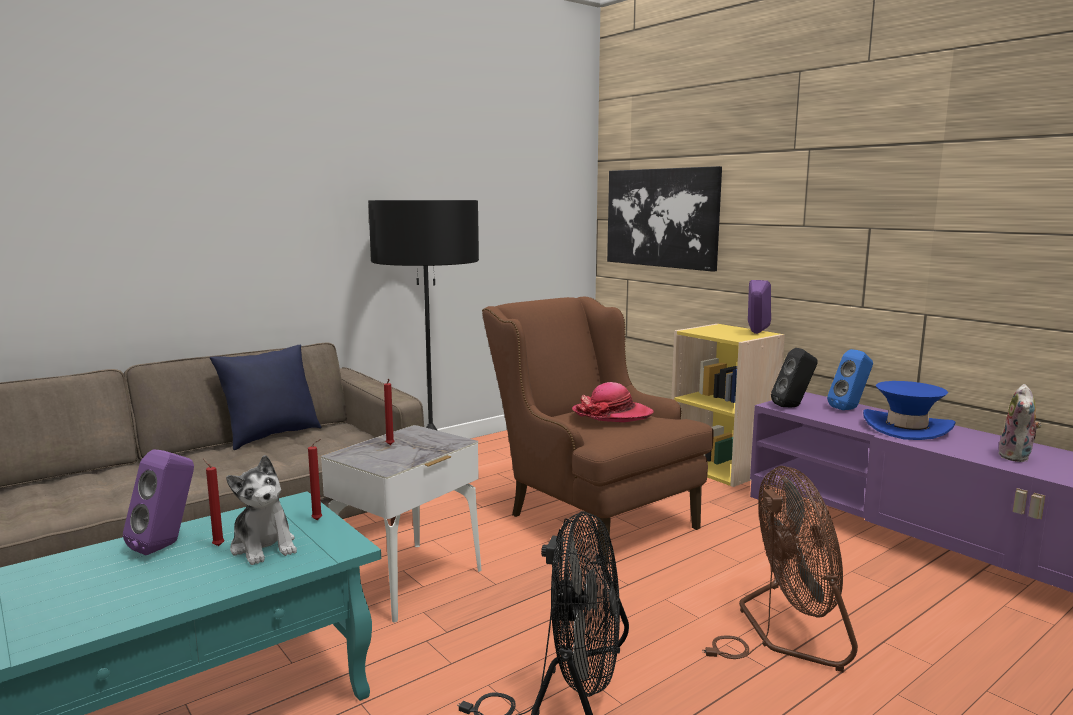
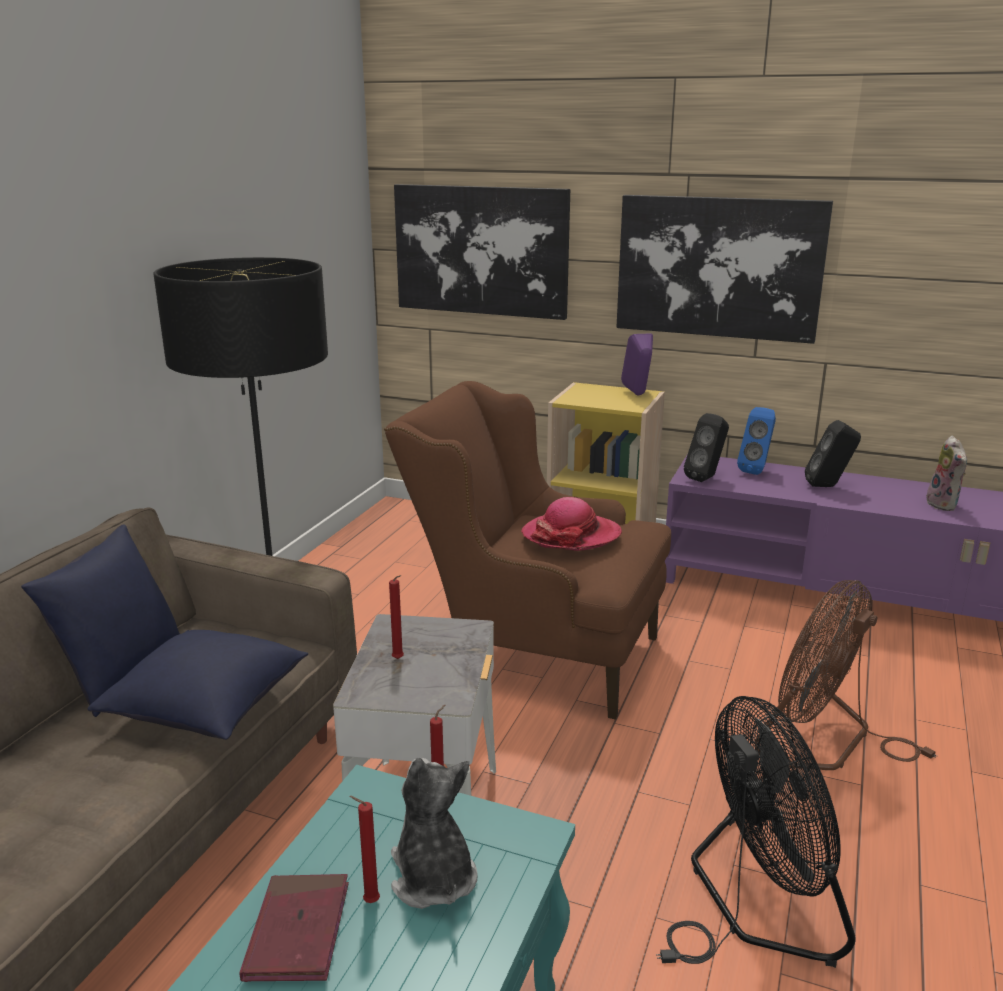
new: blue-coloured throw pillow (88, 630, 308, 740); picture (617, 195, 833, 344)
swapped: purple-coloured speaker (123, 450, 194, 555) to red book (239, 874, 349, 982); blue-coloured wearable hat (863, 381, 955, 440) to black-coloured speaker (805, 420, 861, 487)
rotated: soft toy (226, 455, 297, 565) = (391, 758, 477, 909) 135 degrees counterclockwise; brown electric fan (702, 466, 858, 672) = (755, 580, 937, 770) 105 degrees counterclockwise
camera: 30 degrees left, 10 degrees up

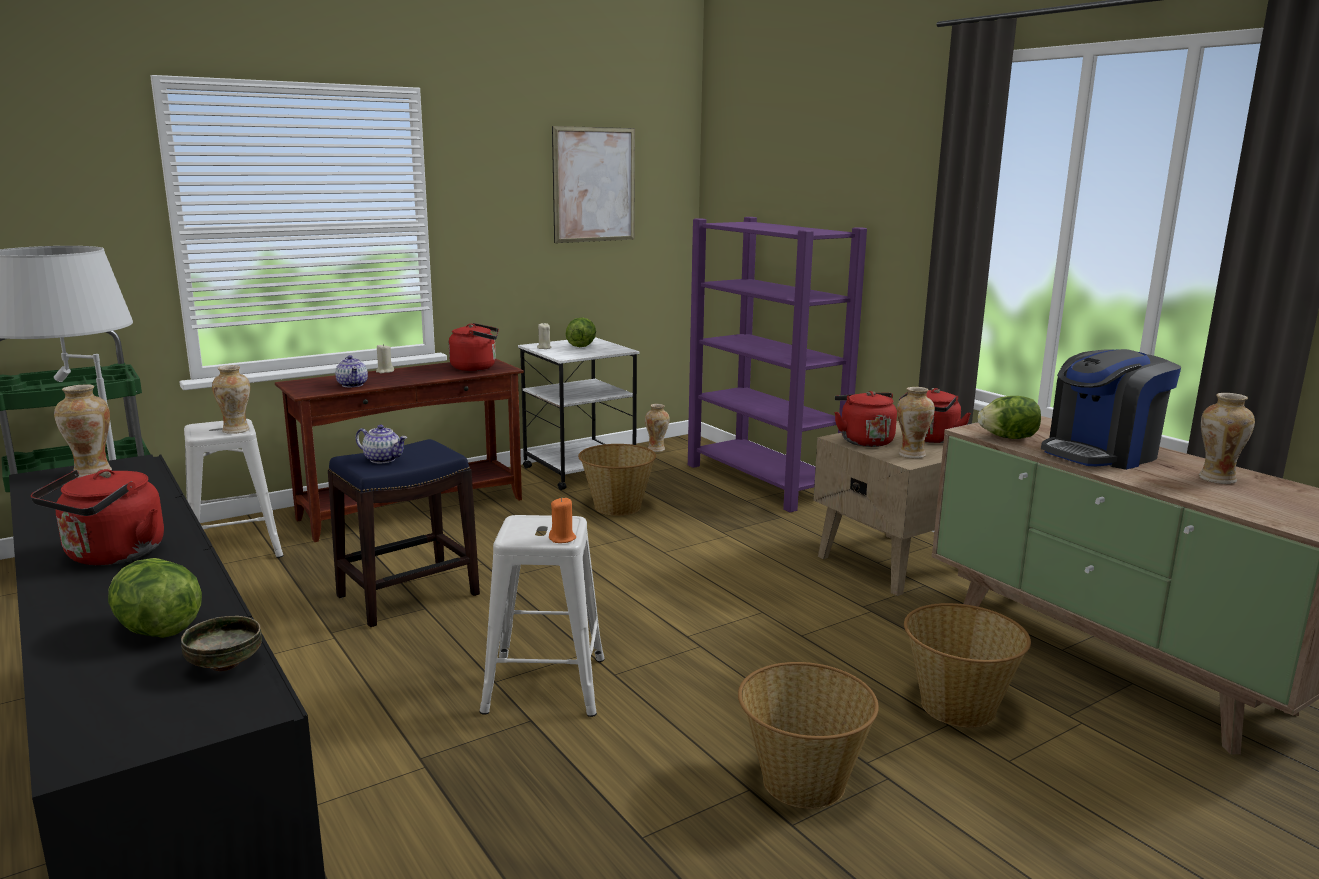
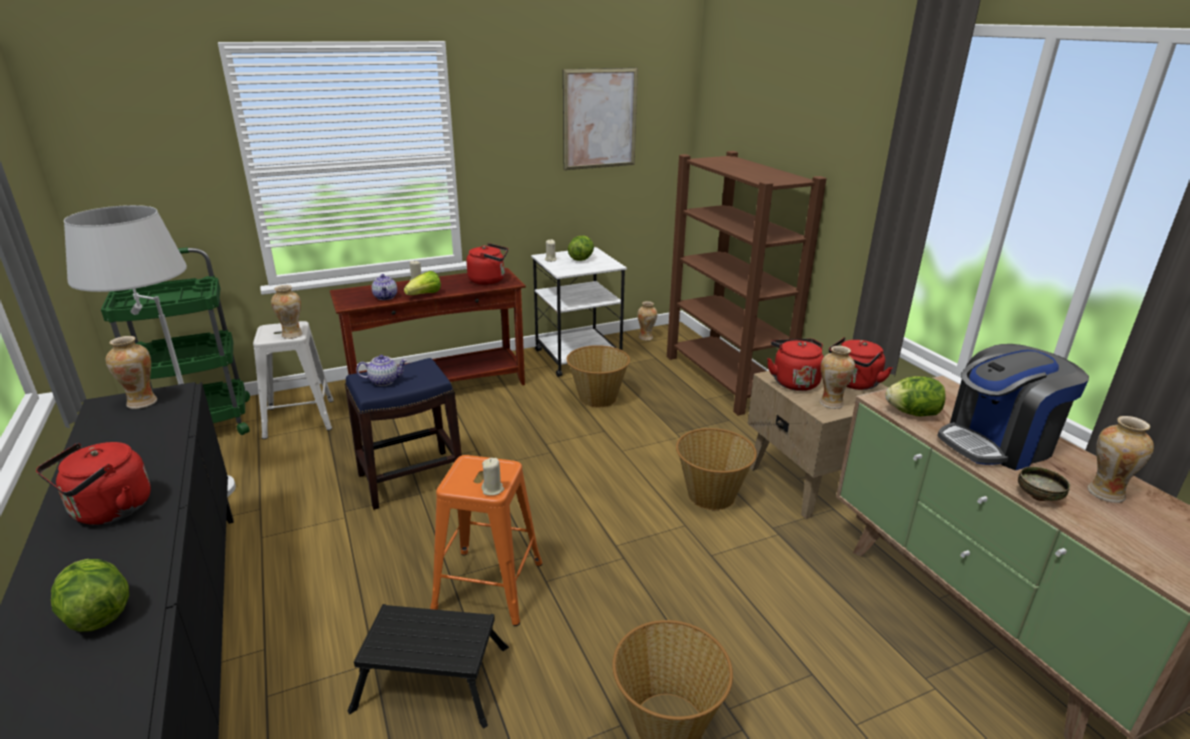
new: black-coloured step stool (347, 604, 509, 729); lettuce head (404, 271, 441, 295)
shifted: bowl (181, 616, 262, 671) to (1018, 466, 1070, 501); basket (904, 603, 1031, 728) to (676, 428, 757, 510)
repainted: white sitting stool (480, 515, 605, 717) to orange-coloured sitting stool (430, 455, 543, 626); orange-coloured wax candle (549, 498, 576, 543) to sand-coloured wax candle (482, 458, 504, 496); purple-coloured shelving unit (688, 217, 867, 512) to brown shelving unit (667, 151, 827, 416)
rotated: pot for tea (356, 424, 407, 463) = (356, 355, 407, 386) 45 degrees counterclockwise
camera: 10 degrees right, 10 degrees up

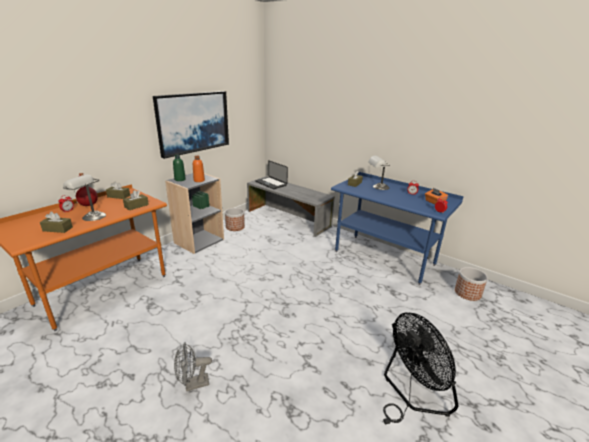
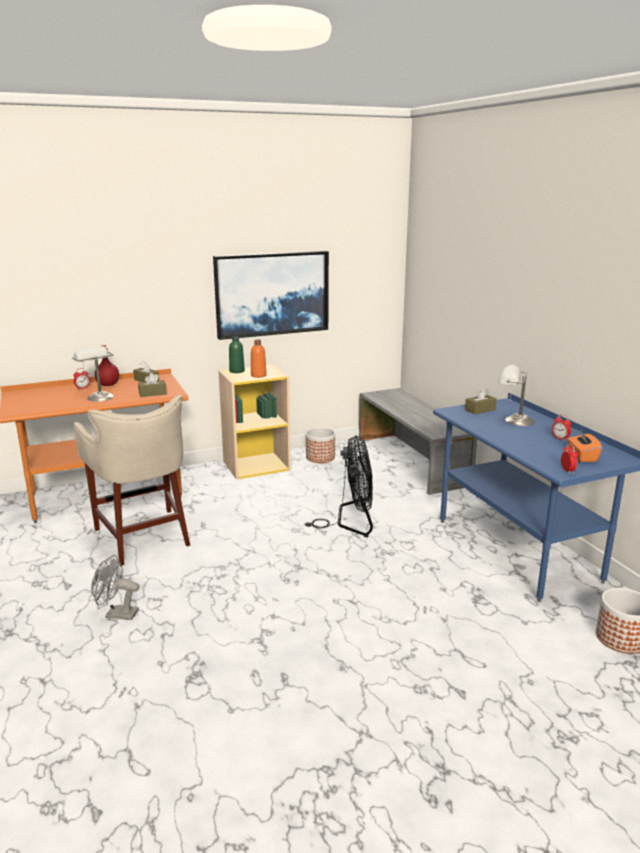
gone: brown box of tissues (40, 212, 73, 233); laptop (255, 161, 288, 189)
new: sand-coloured sitting stool (73, 395, 190, 566)
shifted: black-coloured electric fan (383, 313, 458, 424) to (305, 435, 373, 538)
repainted: gray shelving unit (165, 173, 224, 254) to yellow-coloured shelving unit (218, 364, 291, 480)
camera: 30 degrees right, 5 degrees down

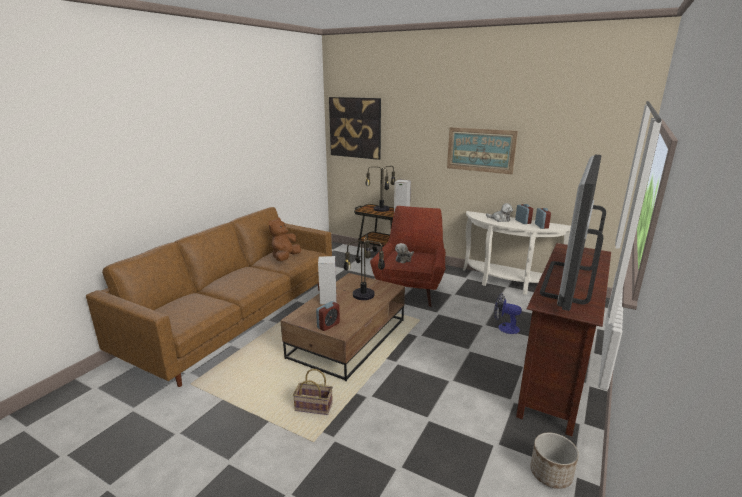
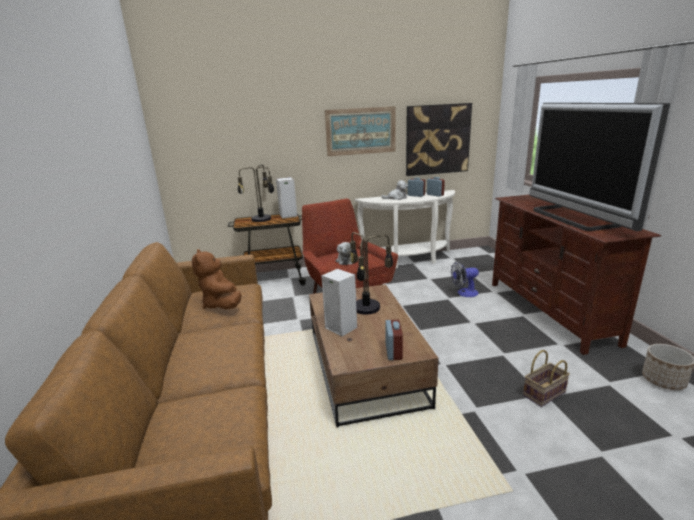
shifted: basket (293, 369, 333, 415) to (523, 350, 570, 407); picture (329, 97, 381, 160) to (406, 103, 472, 176)
camera: 40 degrees left, 0 degrees up

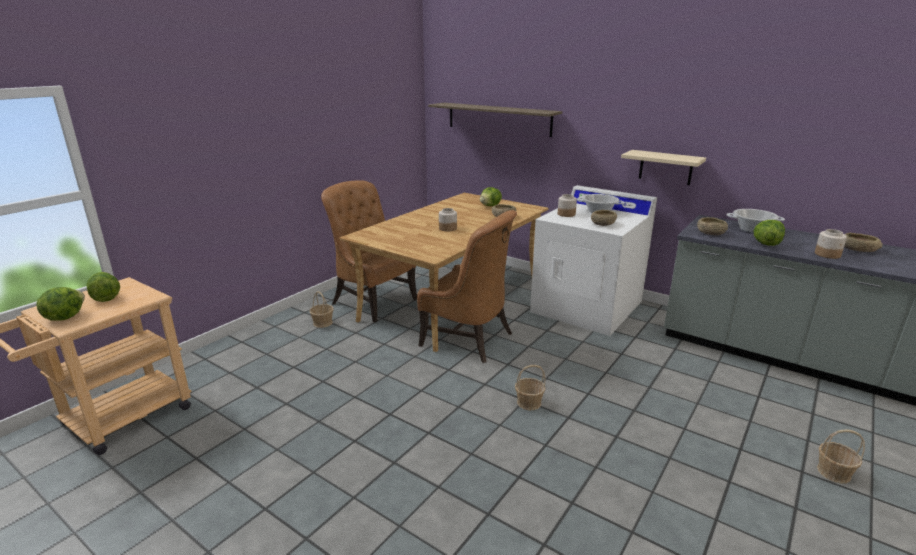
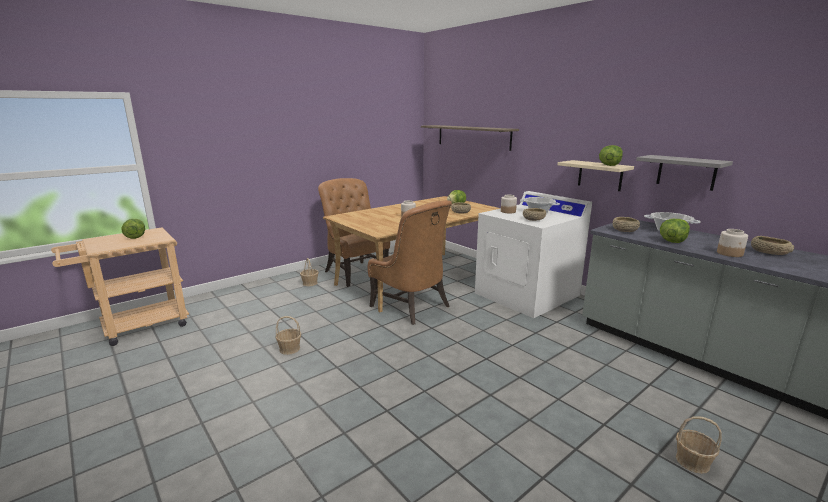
new: gray shelf (636, 155, 733, 191)
shifted: lettuce head (37, 287, 85, 321) to (599, 145, 623, 166); basket (515, 365, 546, 410) to (275, 316, 301, 355)
camera: 15 degrees right, 5 degrees down

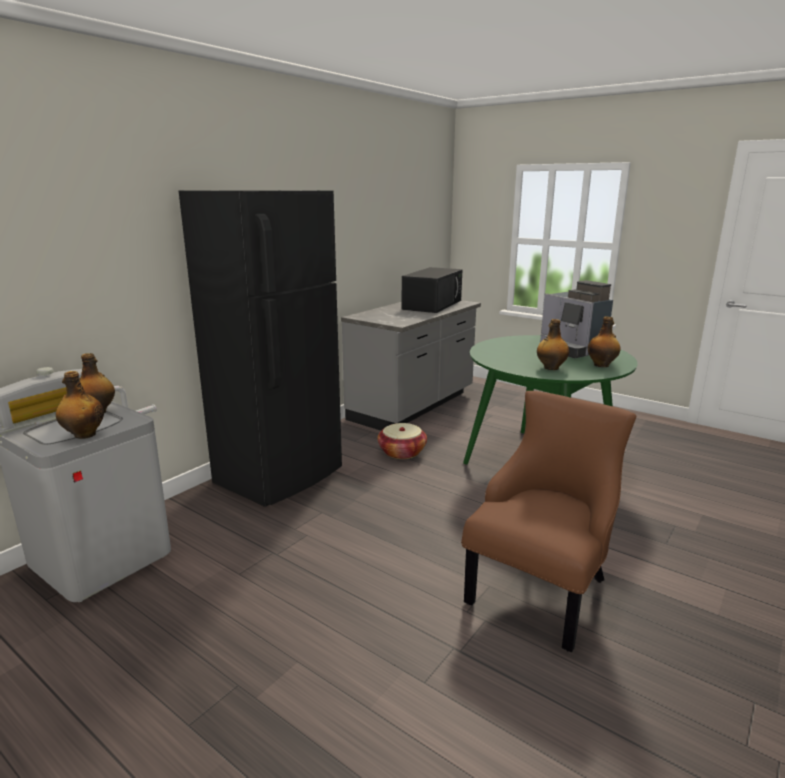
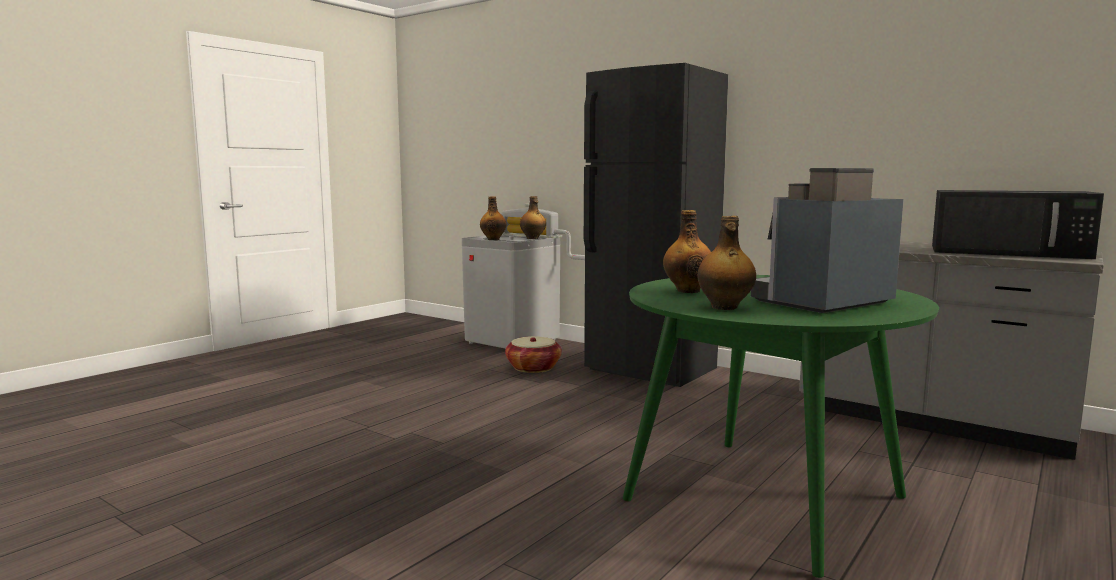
gone: brown plain chair (461, 391, 636, 652)
shifted: basket (377, 423, 427, 459) to (505, 336, 562, 373)
camera: 90 degrees right, 10 degrees down

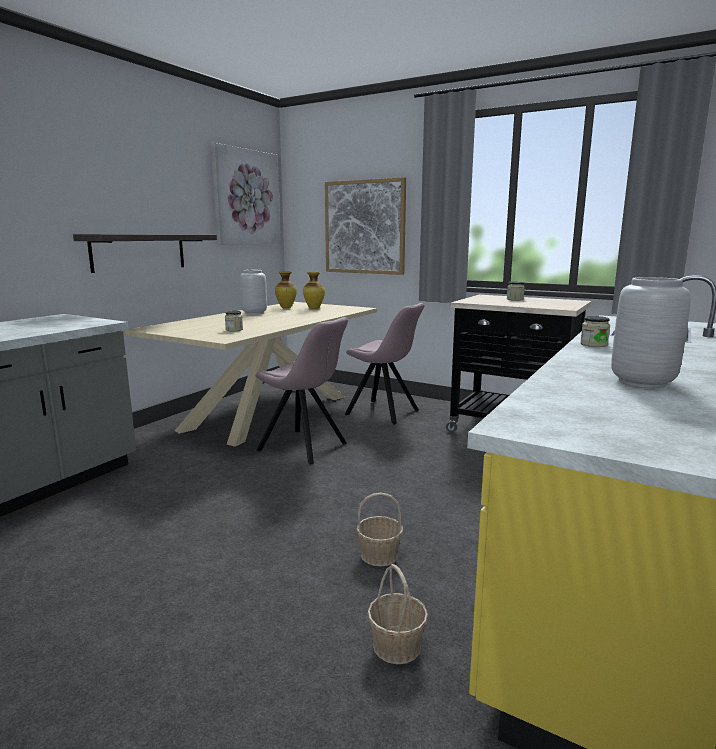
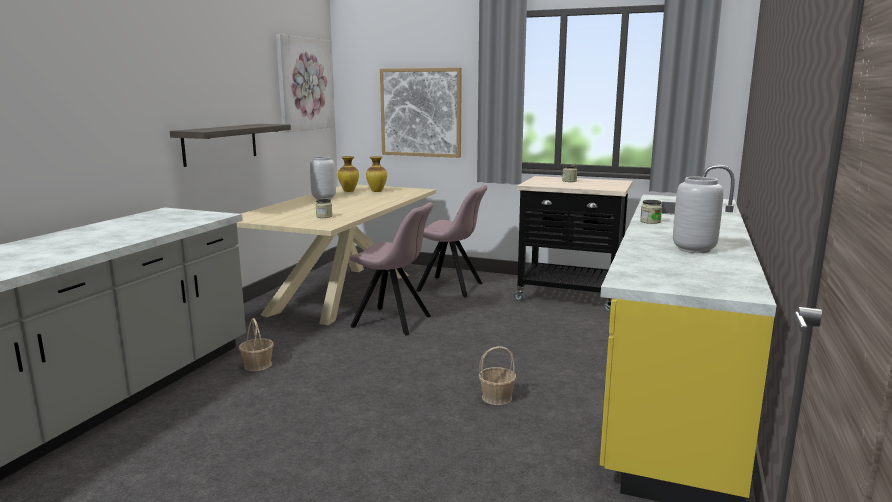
shifted: basket (367, 564, 428, 664) to (239, 318, 274, 371)
camera: 10 degrees left, 0 degrees up

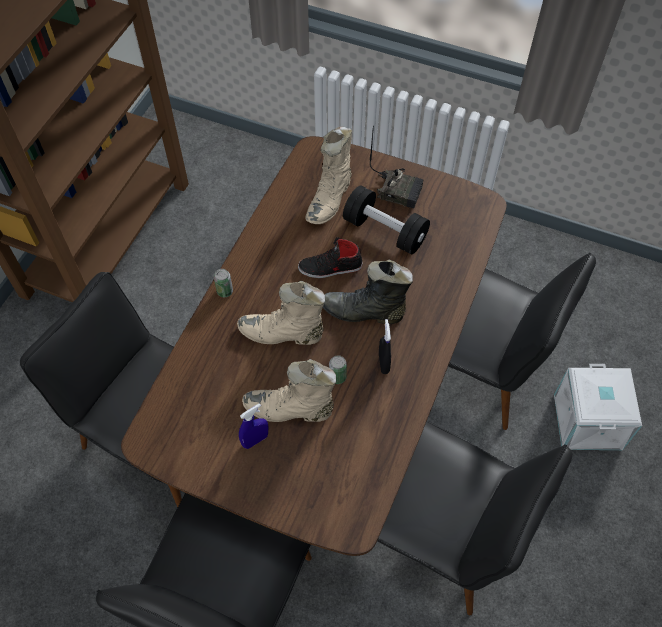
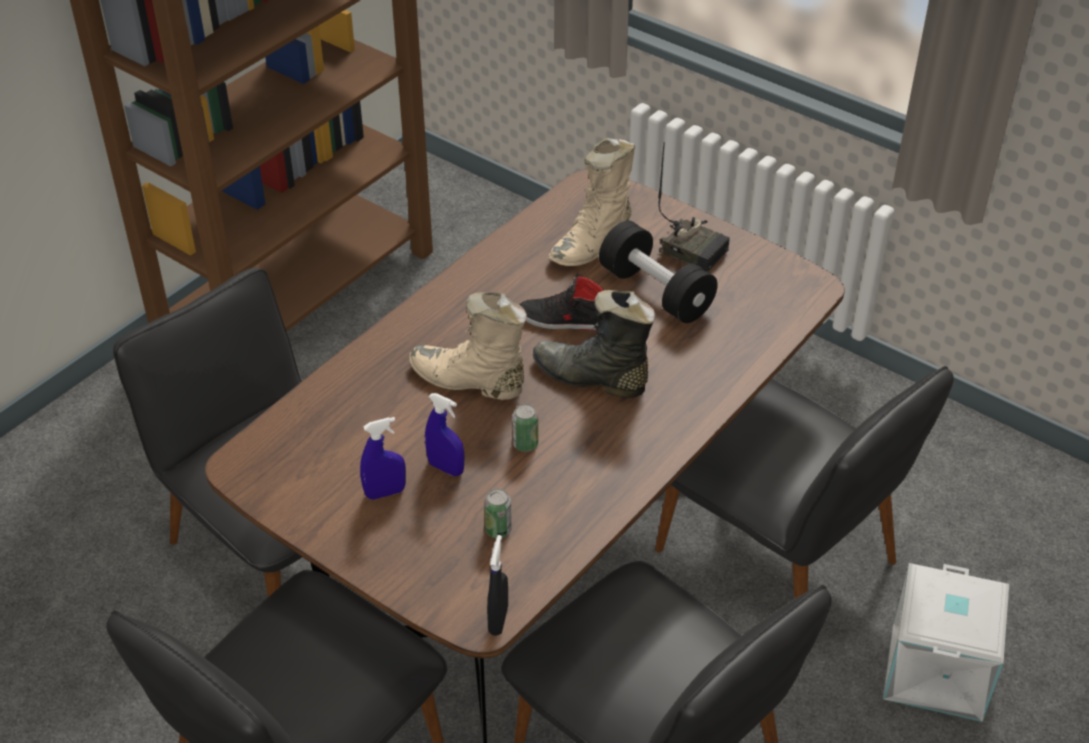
shifted: sealed can (214, 269, 233, 297) to (484, 488, 512, 538); black-coloured sprayer (379, 319, 391, 374) to (487, 535, 508, 636)
swapped: sand-coloured tall boot (242, 359, 336, 422) to blue-coloured sprayer (425, 393, 465, 476)
camera: 15 degrees right, 15 degrees down

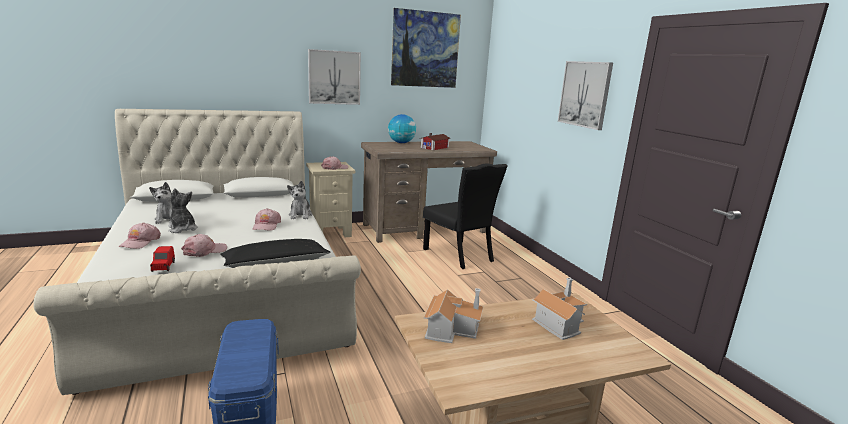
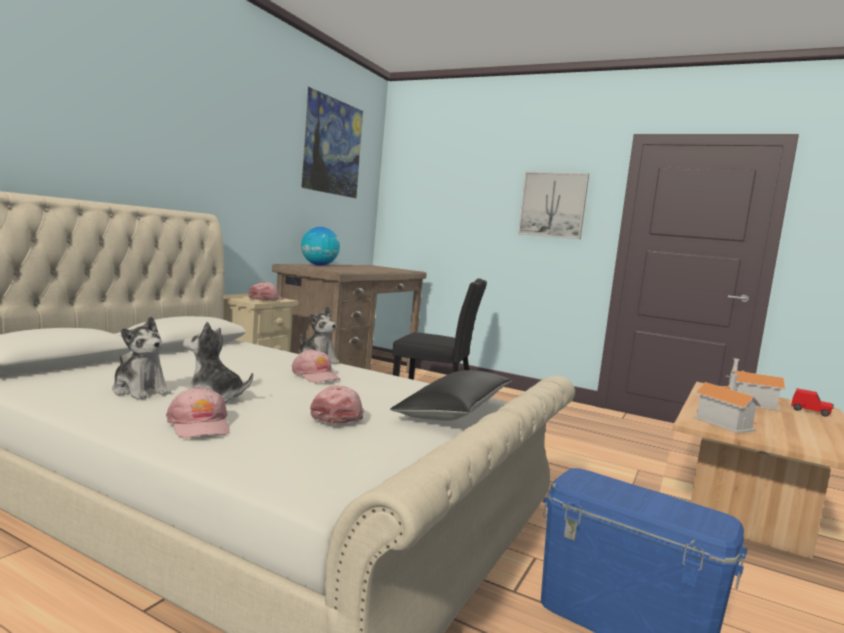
gone: picture (308, 49, 361, 105); miniature house (420, 133, 451, 150)
shifted: red miniature car (150, 246, 175, 272) to (791, 388, 834, 416)
camera: 40 degrees left, 10 degrees down

